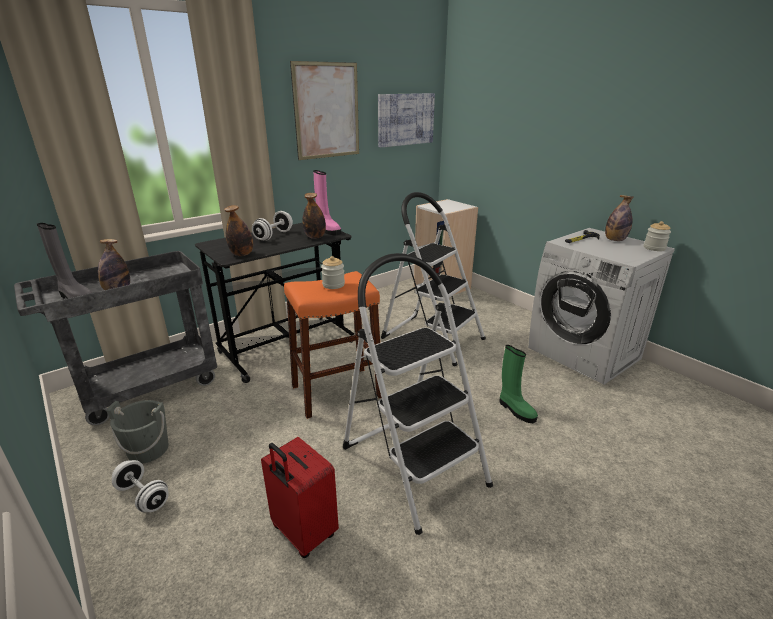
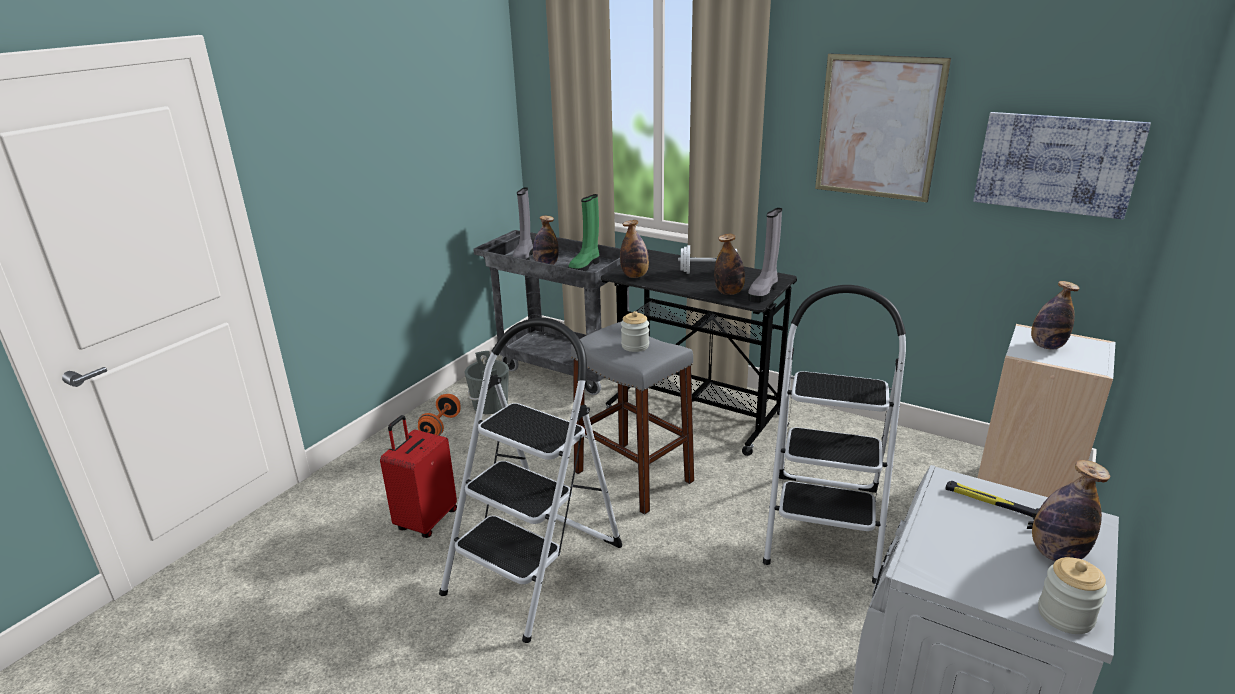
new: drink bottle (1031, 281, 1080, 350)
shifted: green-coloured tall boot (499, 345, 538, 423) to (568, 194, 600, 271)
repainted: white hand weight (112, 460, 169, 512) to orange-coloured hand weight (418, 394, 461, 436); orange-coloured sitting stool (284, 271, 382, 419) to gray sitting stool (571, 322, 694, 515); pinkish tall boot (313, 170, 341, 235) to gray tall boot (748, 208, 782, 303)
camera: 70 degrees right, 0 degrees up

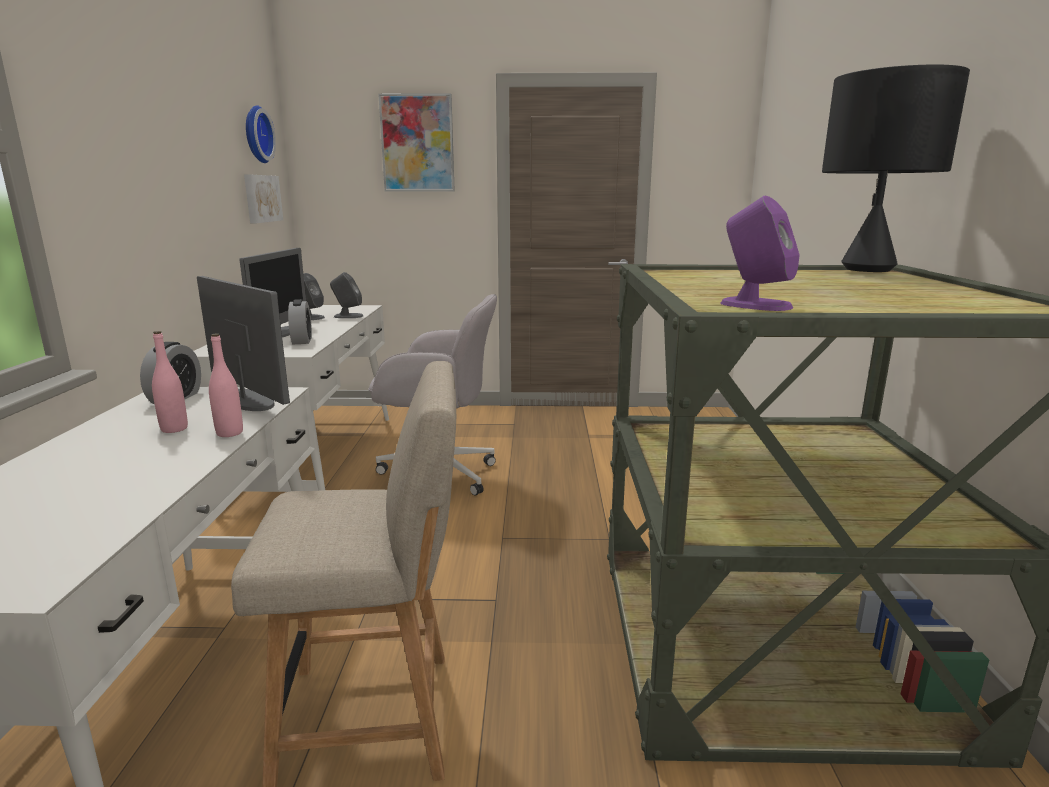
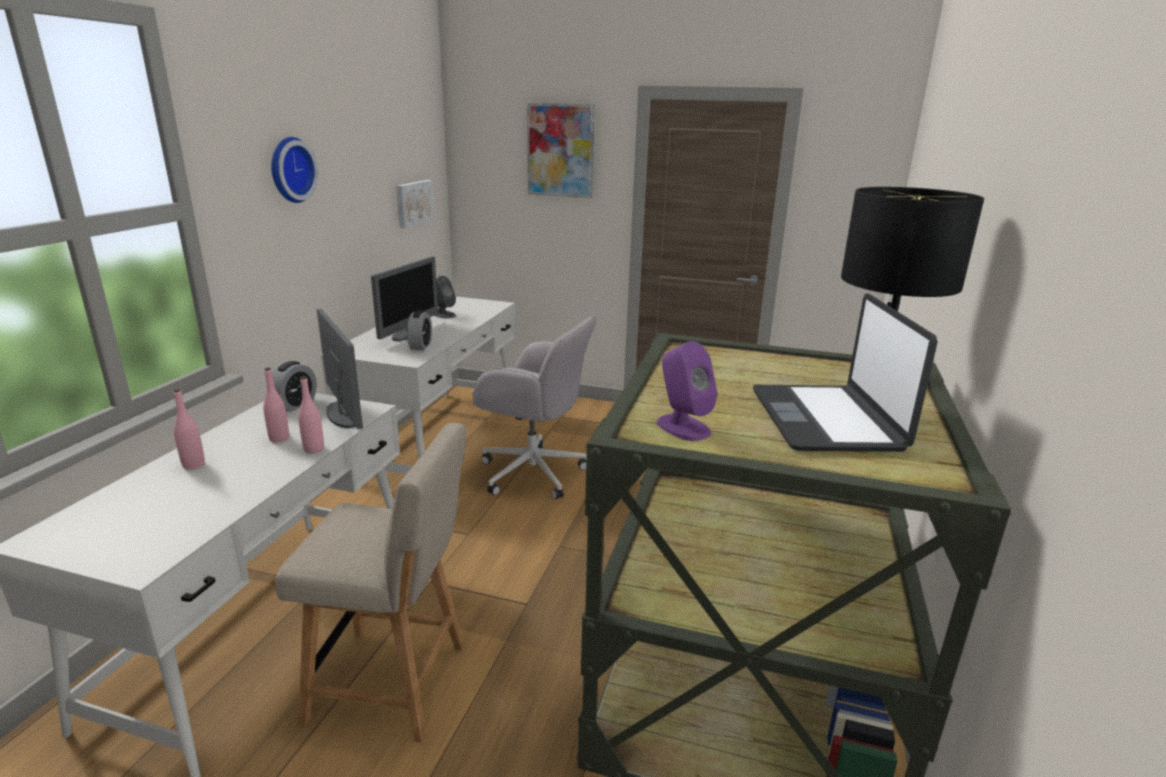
gone: gray speaker (330, 272, 363, 318)
new: pinkish drink bottle (173, 389, 205, 470); laptop (753, 293, 937, 452)
shifted: hanging clock (246, 105, 276, 163) to (271, 137, 318, 203)
camera: 15 degrees right, 5 degrees up

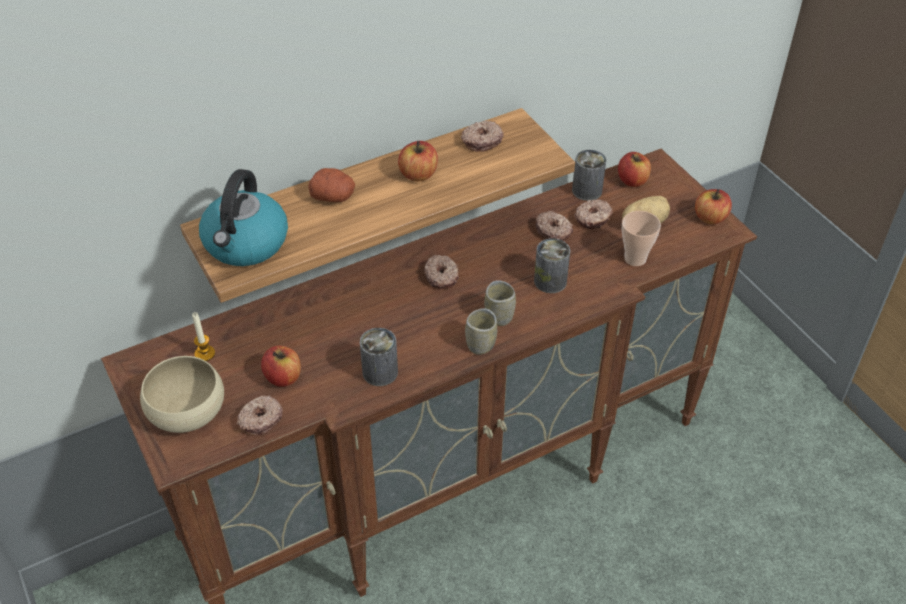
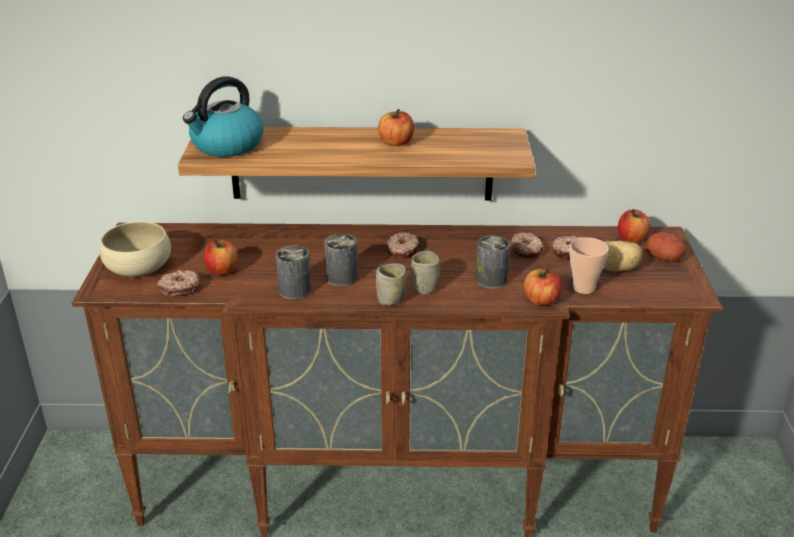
gone: wax candle (192, 312, 215, 361); doughnut (461, 121, 504, 152)
shifted: spud (308, 168, 355, 202) to (645, 232, 686, 262); sealed can (572, 150, 606, 201) to (324, 234, 358, 287); apple (695, 189, 732, 224) to (524, 268, 562, 305)
camera: 30 degrees right, 15 degrees down

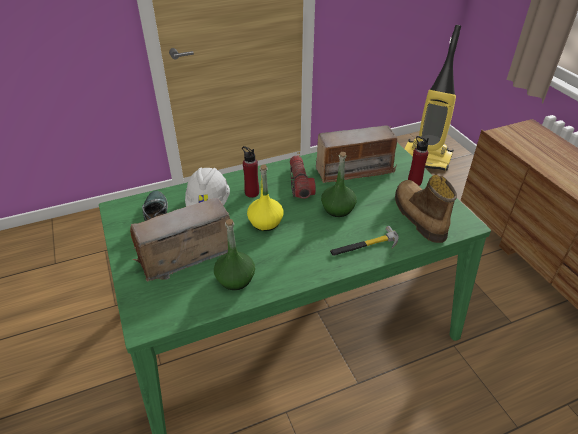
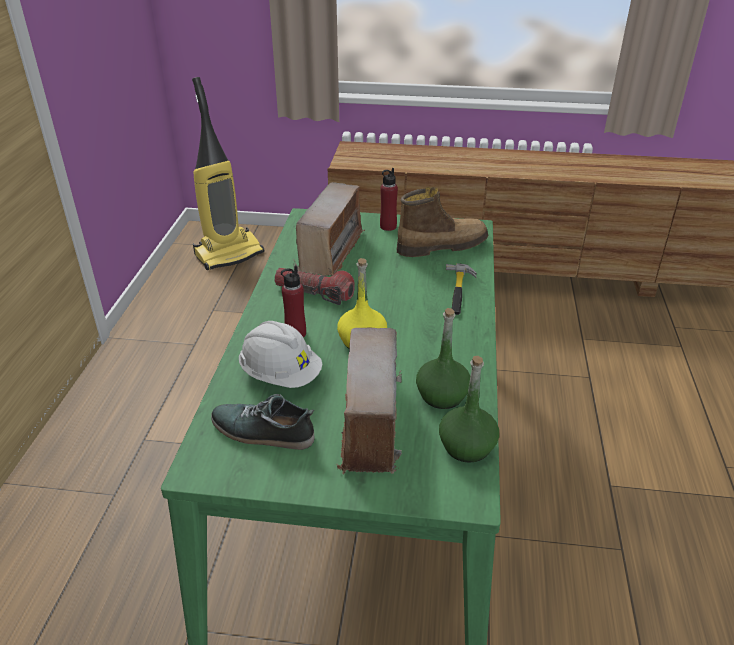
shifted: green-coloured drink bottle (321, 152, 357, 217) to (439, 356, 499, 463)
rotated: tall boot (395, 175, 457, 243) = (397, 187, 488, 257) 150 degrees clockwise
camera: 60 degrees left, 5 degrees down

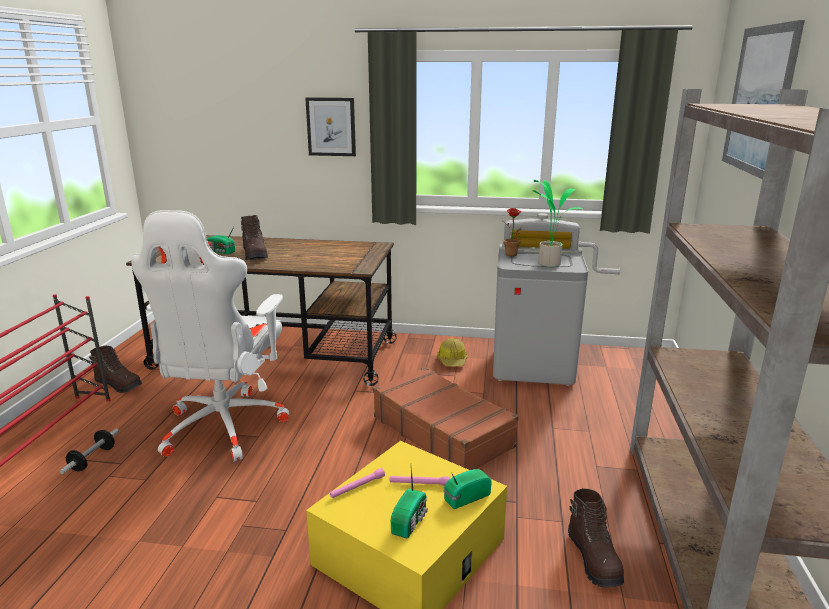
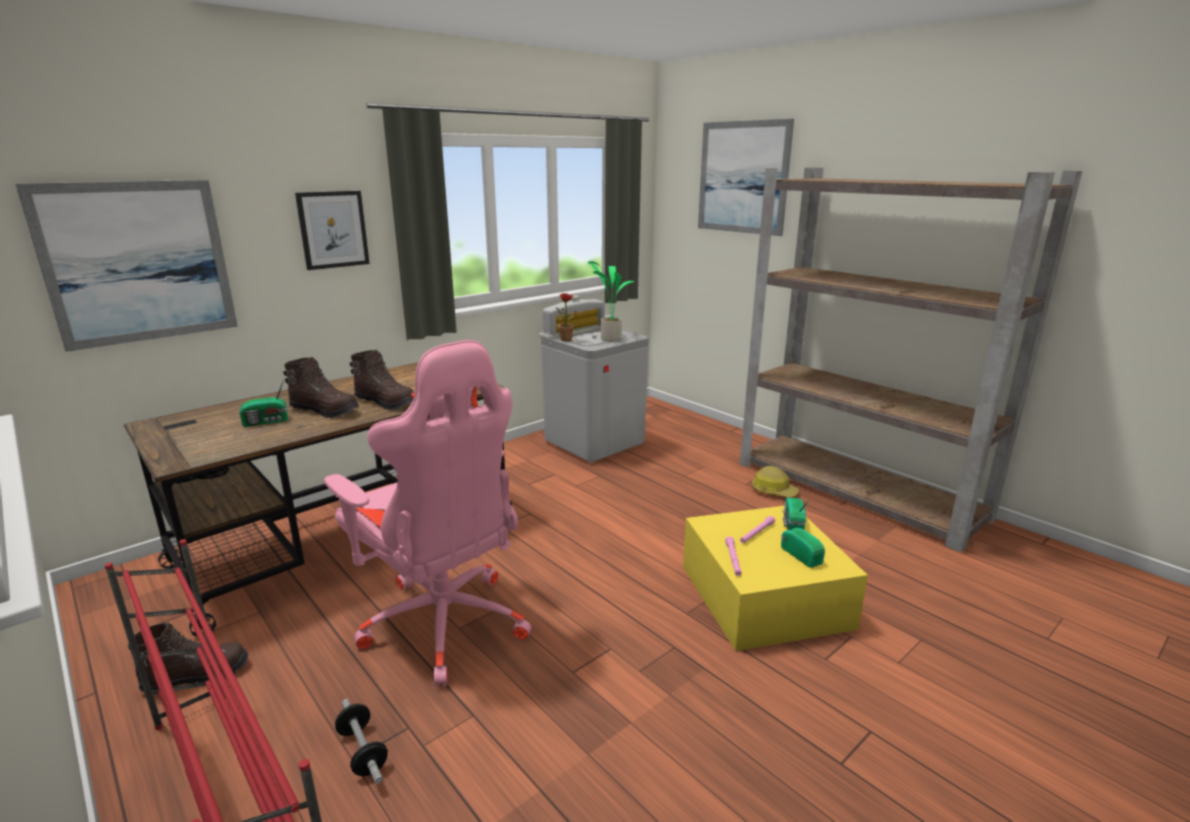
gone: brown suitcase (373, 367, 519, 470)
new: picture (15, 180, 238, 352)
shifted: work helmet (437, 338, 467, 367) to (752, 466, 799, 497); brown tall boot (568, 488, 624, 588) to (350, 350, 414, 410)
repainted: white office chair (131, 210, 289, 462) to pinkish office chair (324, 340, 531, 686)
camera: 50 degrees left, 0 degrees up

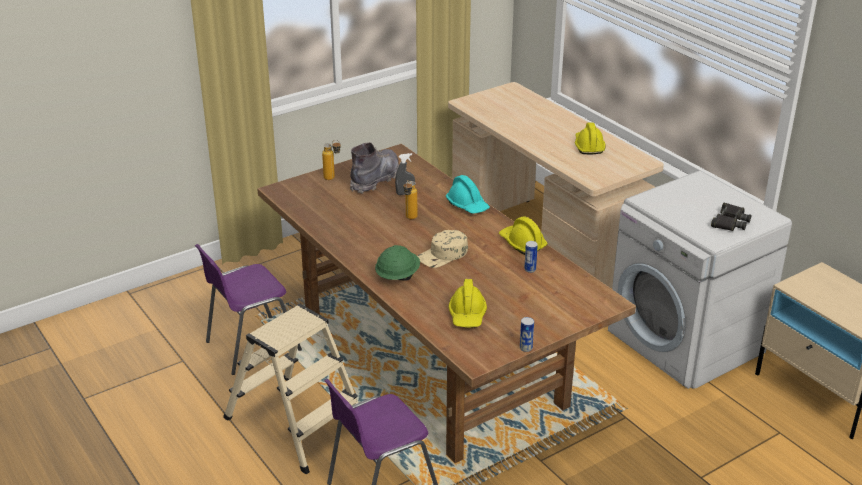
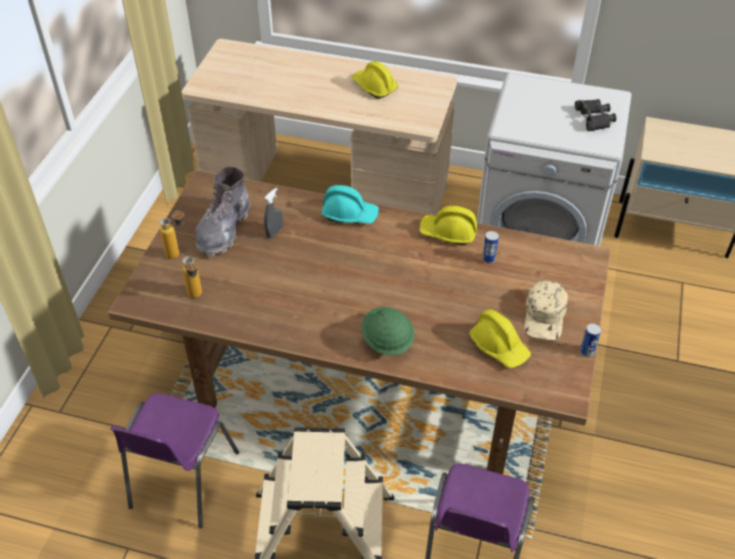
shifted: drink bottle (403, 180, 417, 219) to (183, 256, 202, 298); sand-coloured cap (418, 230, 468, 268) to (525, 281, 568, 340)
rotated: gray tall boot (350, 142, 399, 194) = (195, 167, 251, 257) 150 degrees counterclockwise
camera: 40 degrees left, 15 degrees up

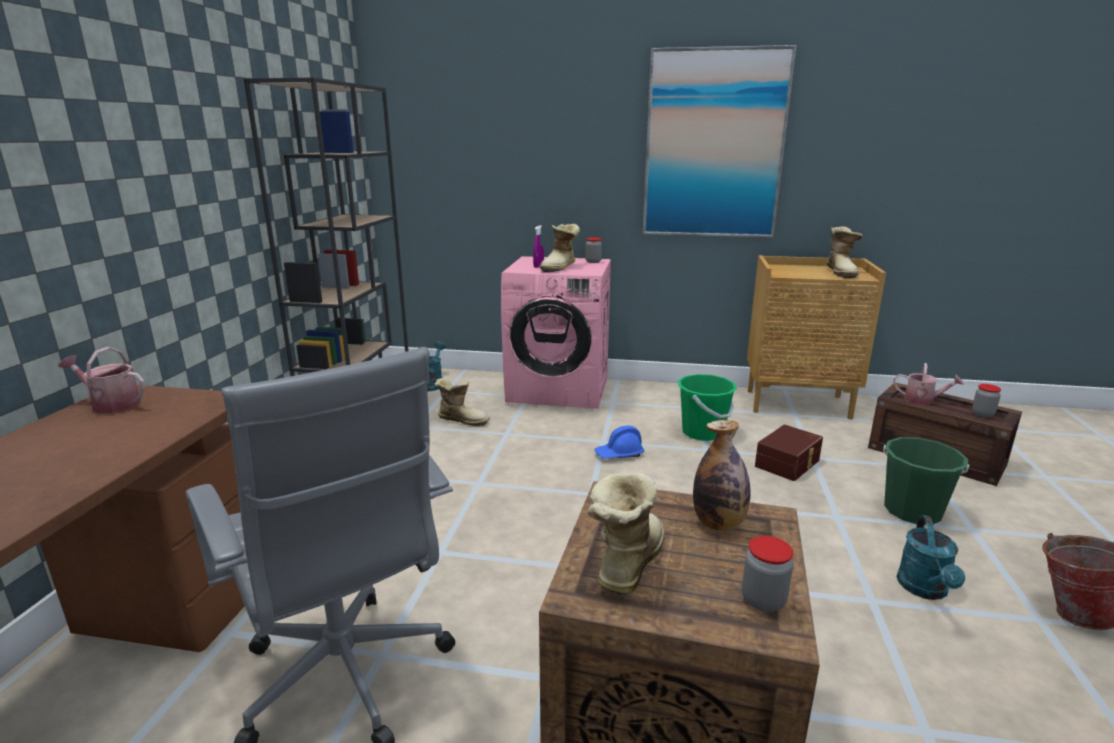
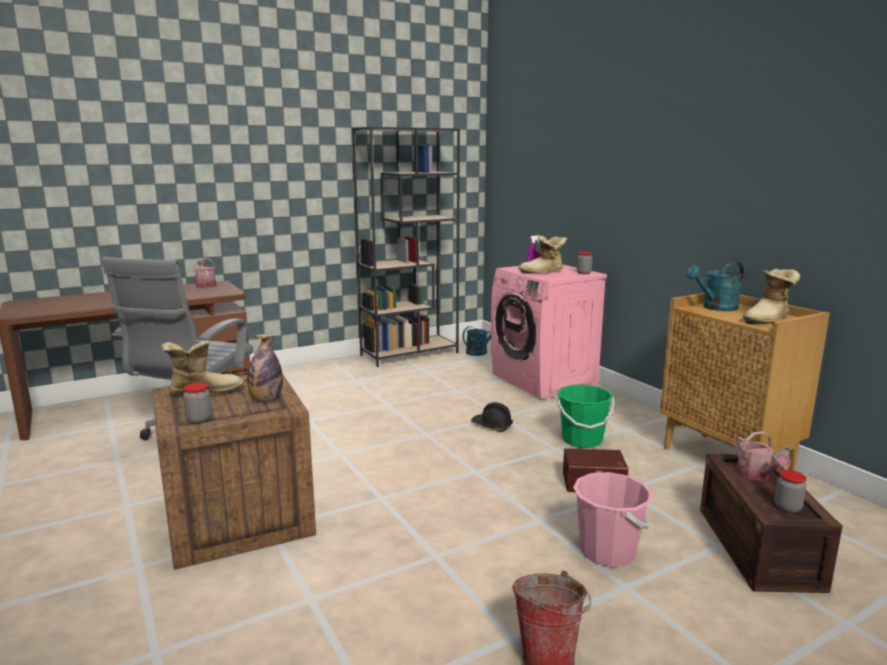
gone: tall boot (434, 378, 490, 426); picture (643, 45, 796, 238)
shifted: blue-green watering pot (897, 515, 965, 600) to (685, 262, 744, 311)
repainted: blue-coloured work helmet (595, 426, 644, 459) to black-coloured work helmet (471, 402, 513, 432); green-coloured pail (883, 437, 969, 525) to pinkish pail (573, 472, 653, 567)
camera: 50 degrees right, 5 degrees down

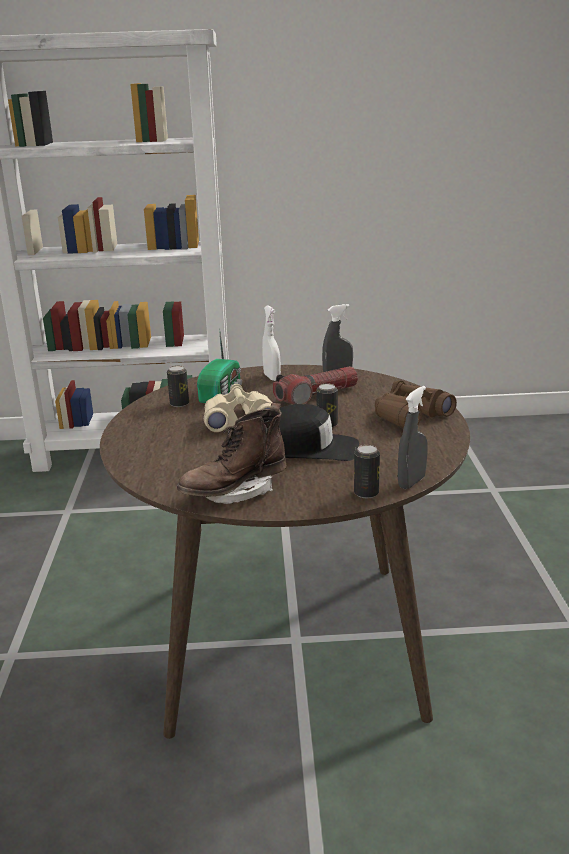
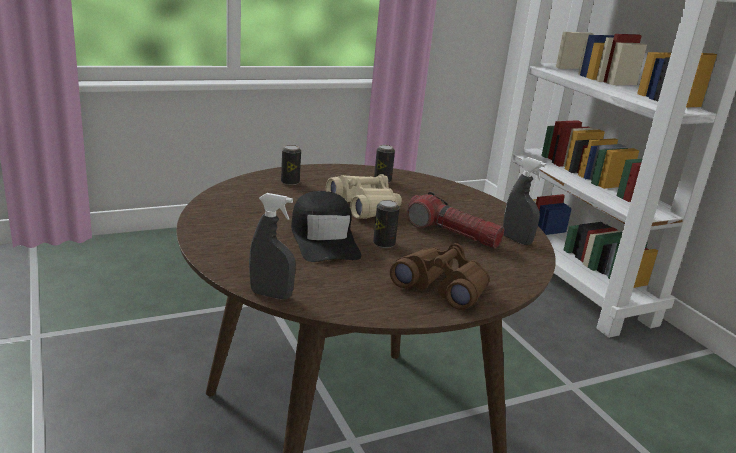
gone: brown tall boot (177, 403, 286, 504); radio receiver (197, 328, 242, 403); white sprayer (262, 305, 281, 381)
shifted: sealed can (354, 445, 380, 498) to (281, 145, 301, 185)
camera: 65 degrees right, 0 degrees up

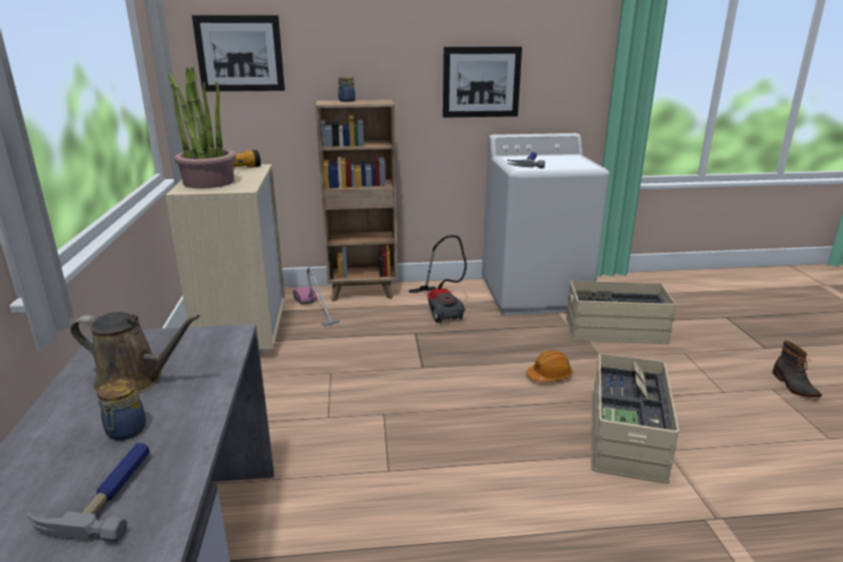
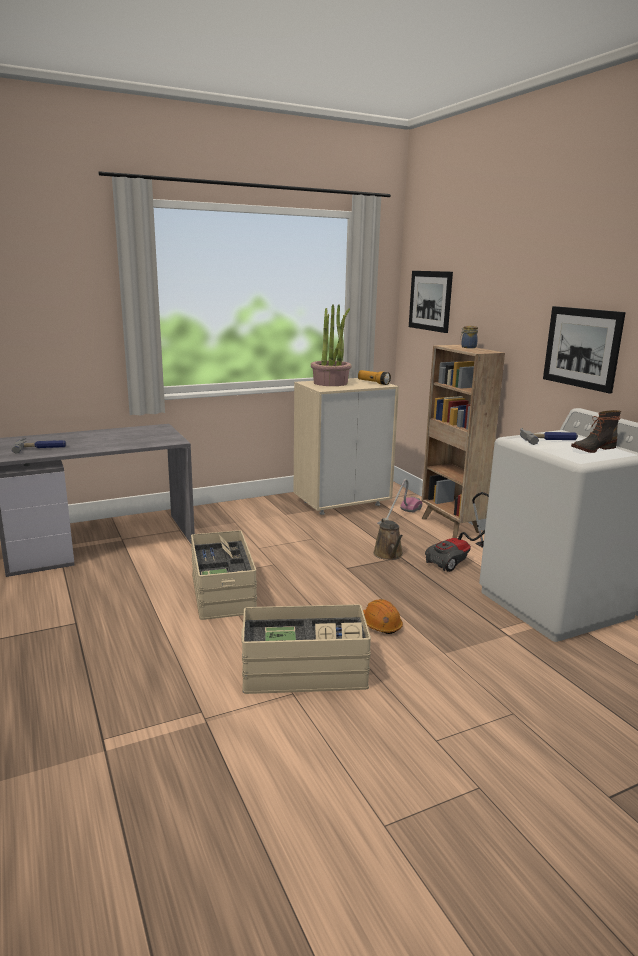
gone: preserve jar (97, 378, 146, 440)
shifted: brown watering pot (70, 312, 200, 393) to (373, 518, 403, 560); sand-coloured storage container (566, 281, 676, 344) to (191, 530, 257, 620); tall boot (772, 341, 822, 397) to (571, 410, 621, 453)
camera: 70 degrees right, 5 degrees down

